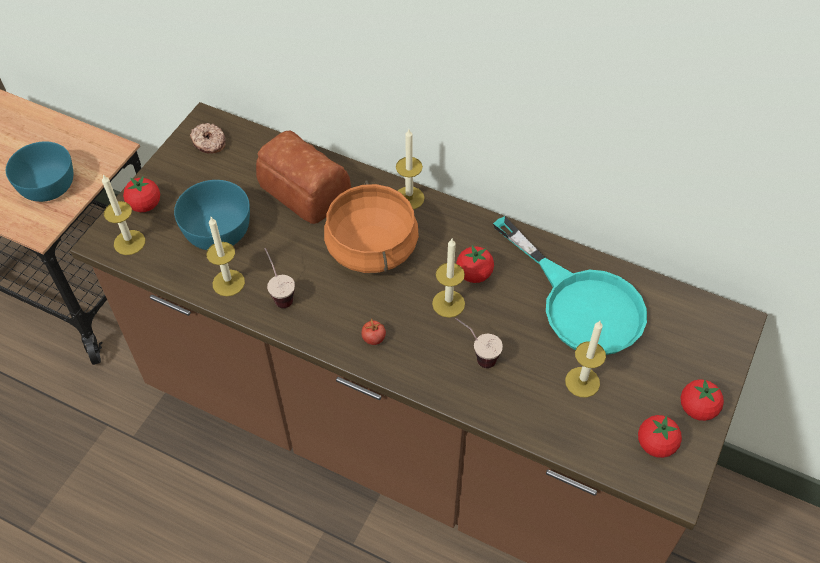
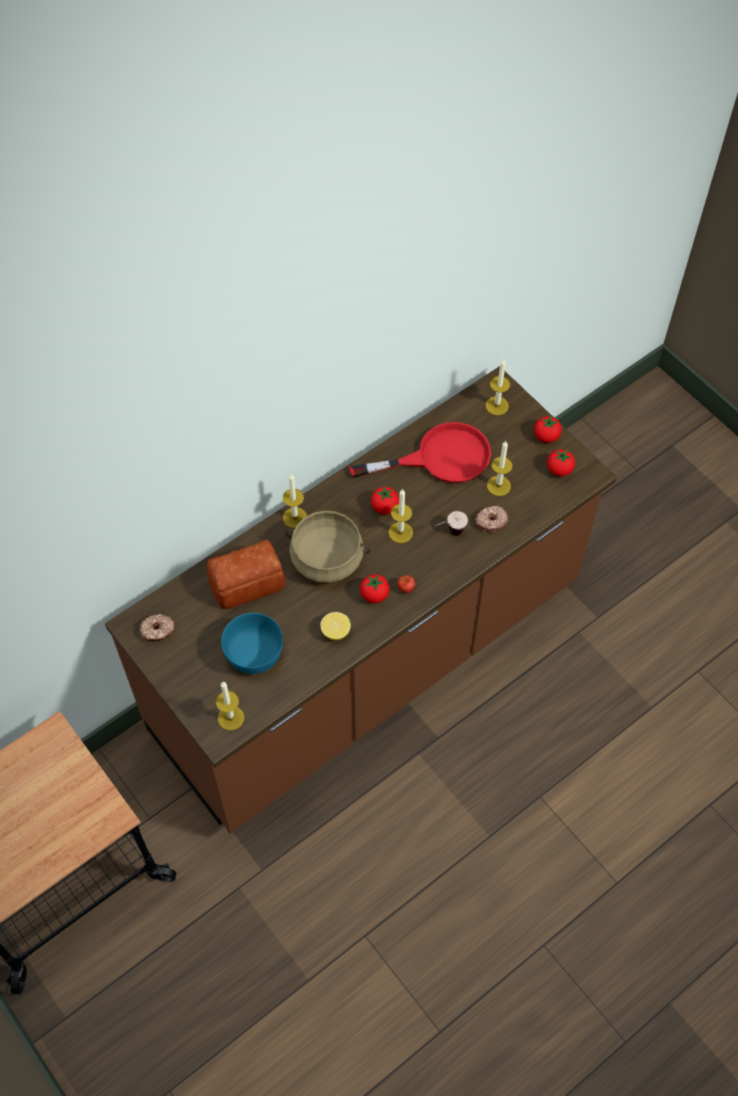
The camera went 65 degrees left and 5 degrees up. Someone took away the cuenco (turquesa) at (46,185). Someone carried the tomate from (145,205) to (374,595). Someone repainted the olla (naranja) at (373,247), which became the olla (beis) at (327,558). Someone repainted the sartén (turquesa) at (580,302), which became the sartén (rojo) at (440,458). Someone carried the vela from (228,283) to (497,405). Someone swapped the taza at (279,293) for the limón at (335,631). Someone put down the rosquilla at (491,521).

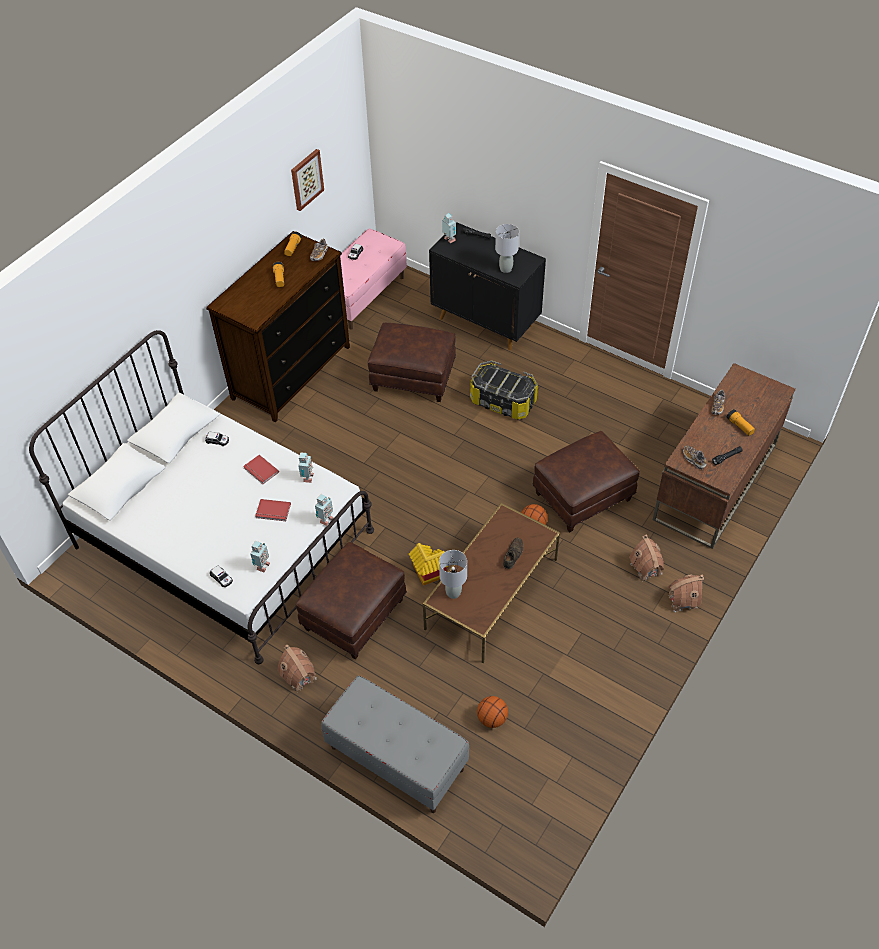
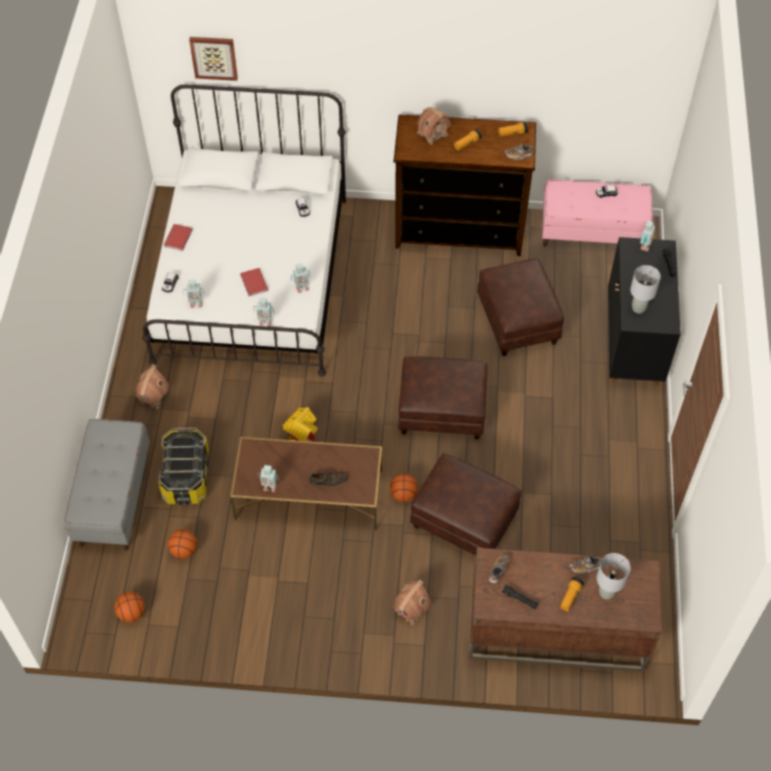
The camera went 60 degrees right and 5 degrees up. Someone carried the cuadro from (306,179) to (214,57). Someone carried the caja de almacenaje from (503,401) to (187,476). Someone carried the libro (rojo) from (260,471) to (177,238). Someone carried the puf (marrón) from (354,613) to (442,411). Someone carried the lámpara de mesa (gris) from (453,593) to (606,593). Someone carried the casita from (682,600) to (432,134). Someone put down the robot de juguete at (269,487). Someone put down the balón de baloncesto at (132,613).

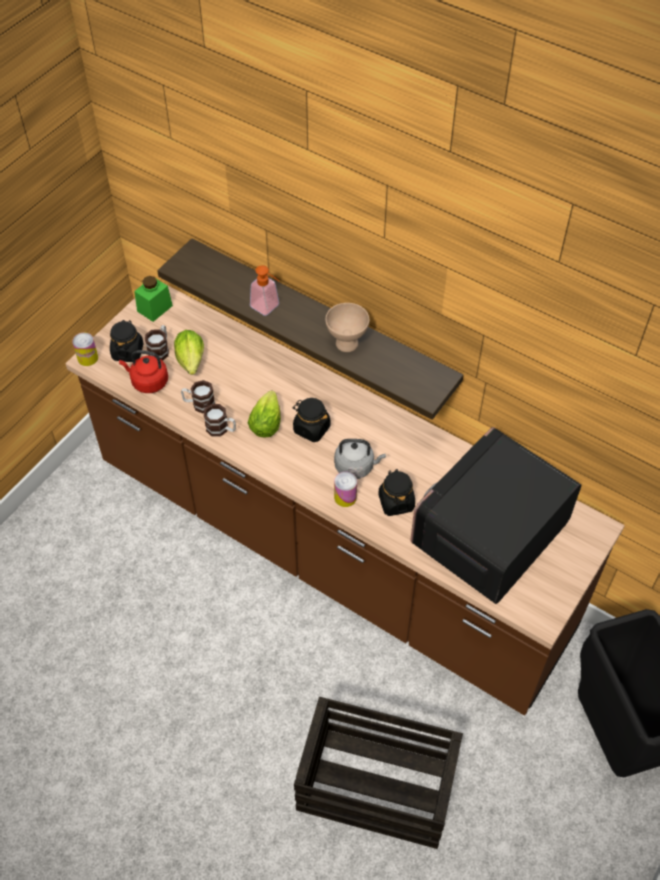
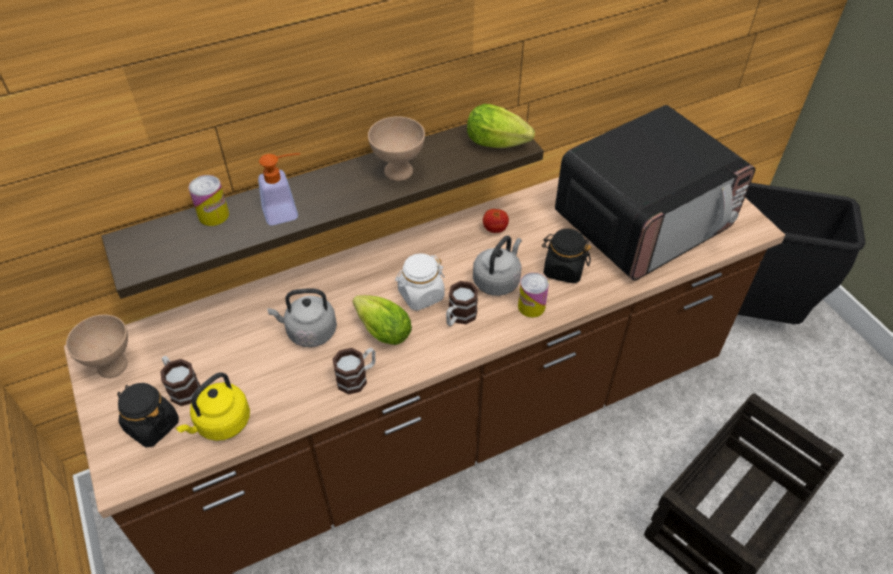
The camera went 60 degrees left and 5 degrees down. Someone swapped the tarro (verde) at (155,308) for the cuenco (beis) at (111,365). Someone carried the lechuga from (191,363) to (500,144). Someone carried the lata from (88,358) to (213,215). Someone repainted the hervidor (rojo) at (148,382), which became the hervidor (amarillo) at (221,423). Someone carried the taza grande from (199,404) to (459,317). Someone repainted the tarro (negro) at (311,429), which became the tarro (blanco) at (421,295). Someone rotated the microondas at (488,535) by 105 degrees counterclockwise. Someone put down the tomate at (495,229). Someone put down the hervidor (gris) at (309,332).

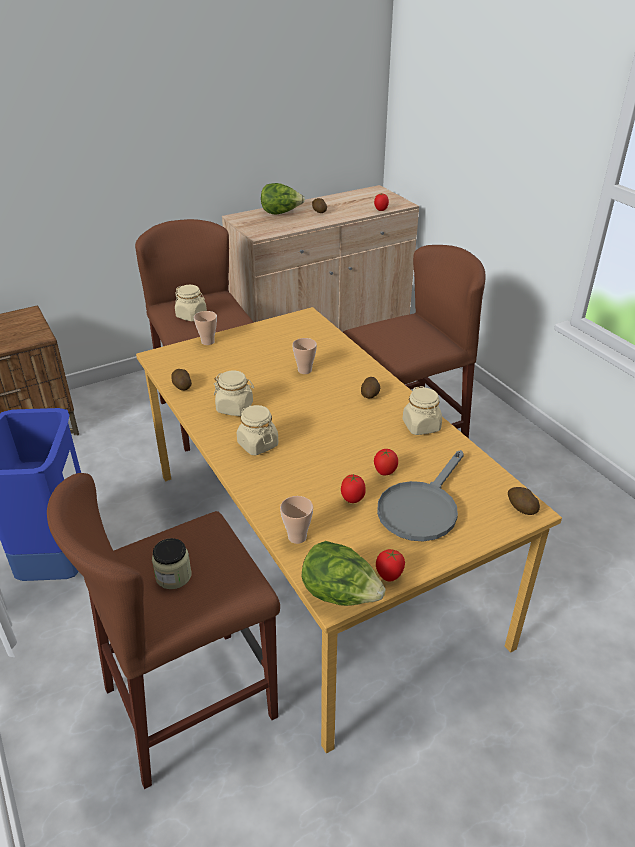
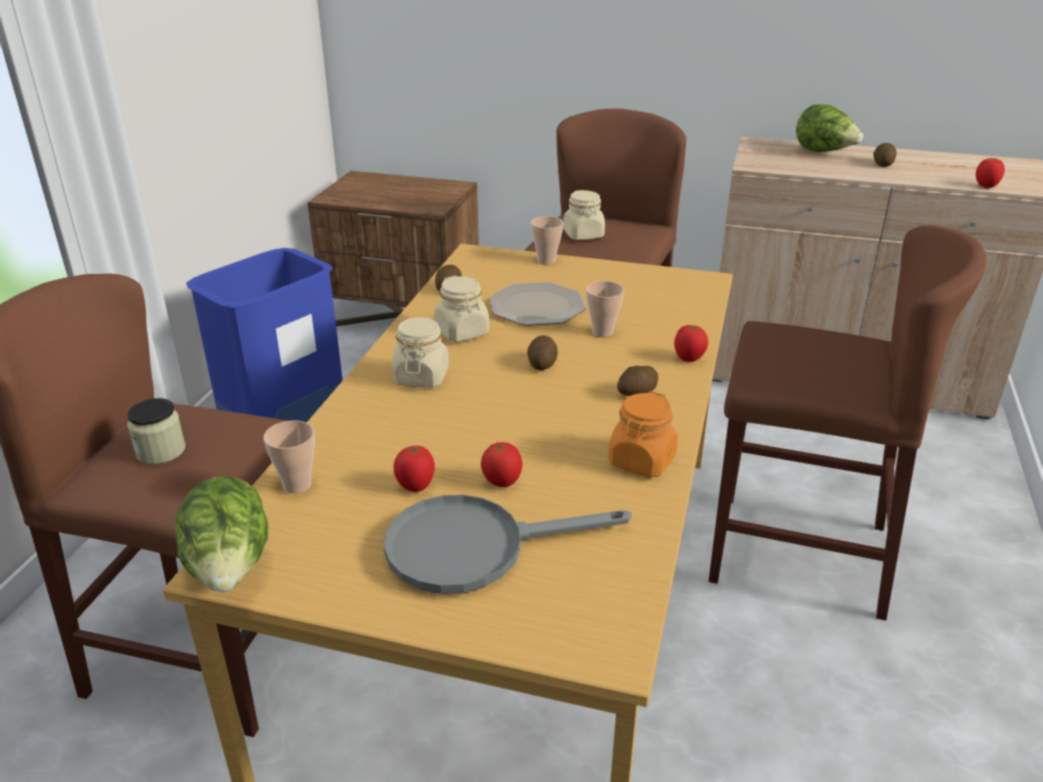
The camera went 45 degrees right and 5 degrees down. Someone repainted the tarro (beis) at (421,426), which became the tarro (naranja) at (642,461). Someone carried the patata from (521,508) to (542,363). Someone carried the tomate from (389,576) to (688,359). Someone put down the plato at (538,306).

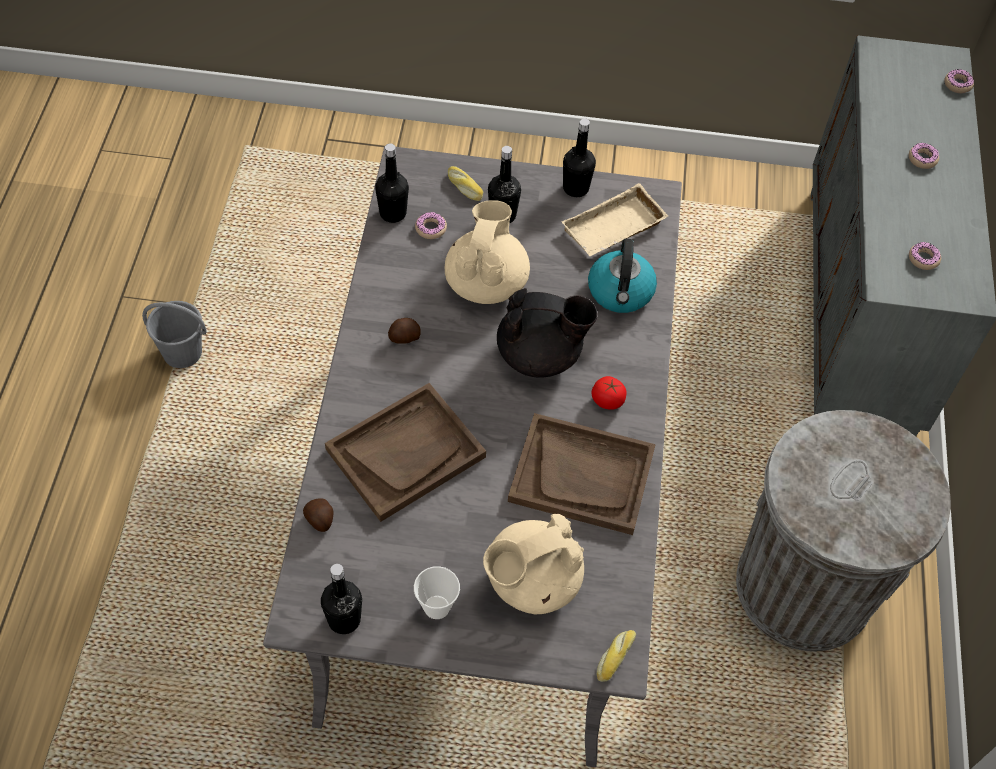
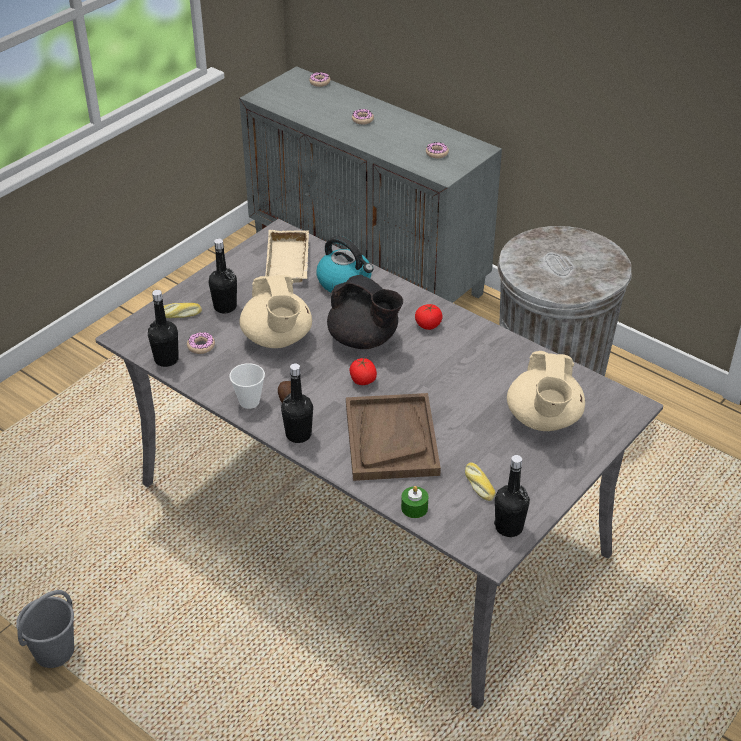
The camera went 55 degrees left and 15 degrees down. Someone carried the botella (negro) from (576,188) to (298,434). Someone rotated the tetera (beis) at (486,282) by 150 degrees counterclockwise. Someone rotated the tetera (negro) at (540,355) by 90 degrees clockwise. Someone took away the bandeja (marrón) at (582,475). Someone swapped the patata at (320,521) for the vela (verde) at (414,508). Someone carried the taza from (436,607) to (249,401). Someone carried the pan from (614,656) to (478,485). Someone put down the tomate at (362,380).

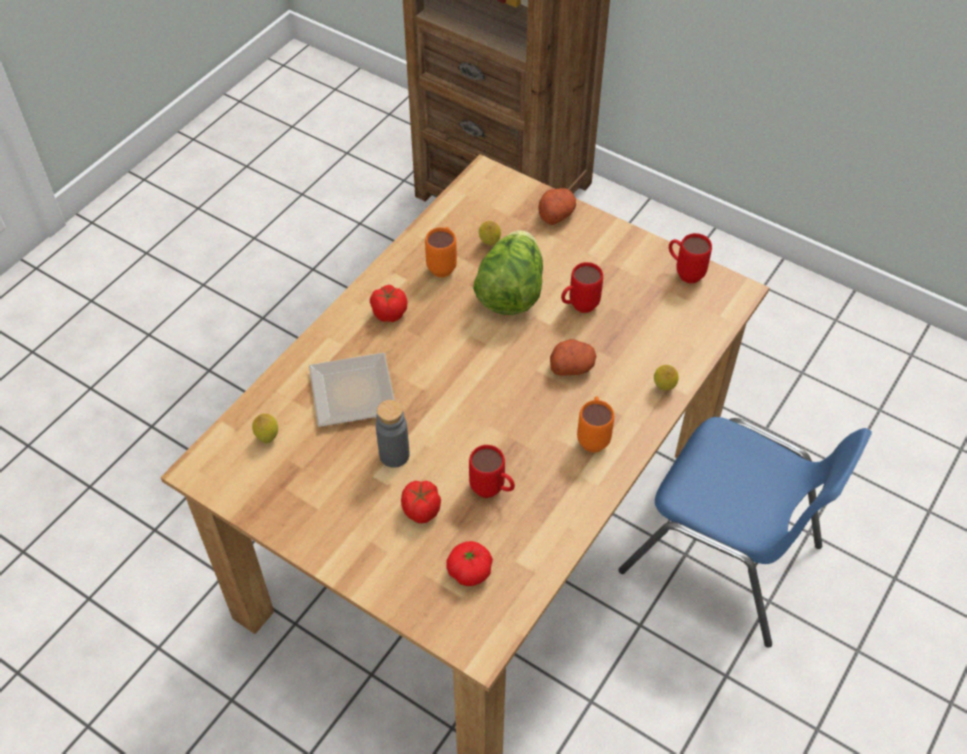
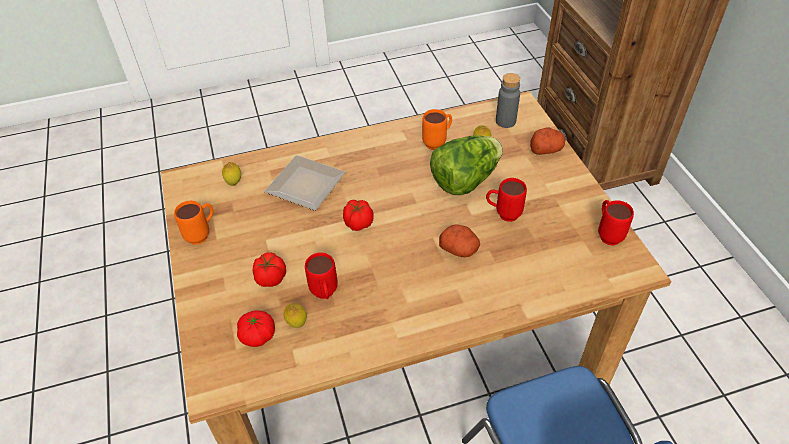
The camera went 40 degrees right and 5 degrees down. Someone carried the tomate from (388,313) to (358,223). Someone carried the limón from (664,388) to (297,324). Someone carried the taza grande (naranja) from (593,437) to (202,234). Someone carried the botella (gris) from (394,455) to (505,121).

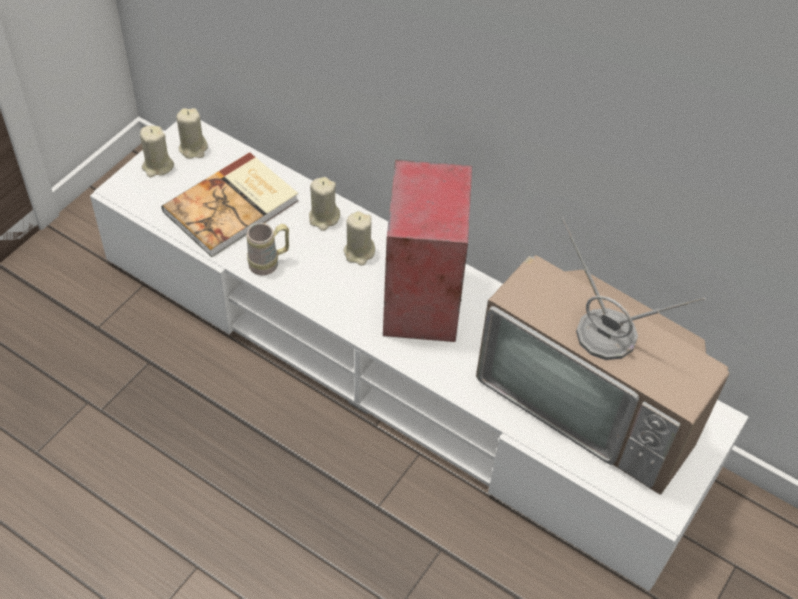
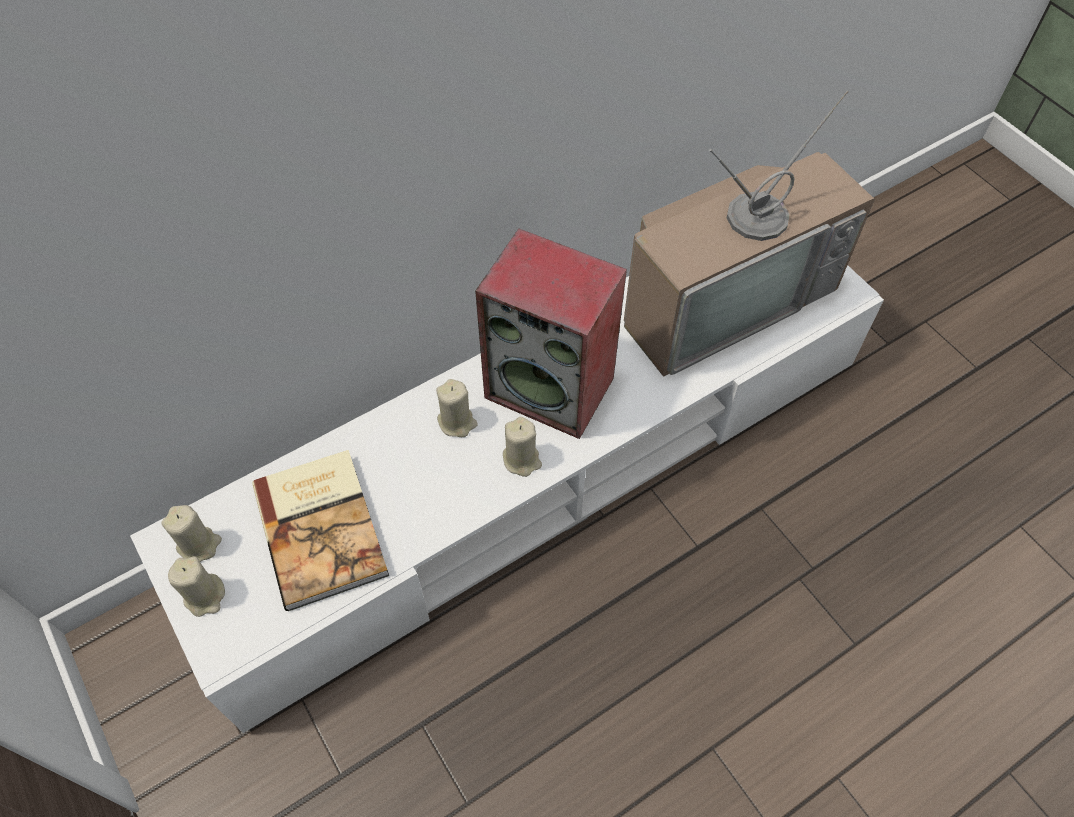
The camera went 65 degrees left and 5 degrees up. Someone carried the vela (beis) from (324,218) to (522,460). Someone took away the taza grande (beis) at (269,263).

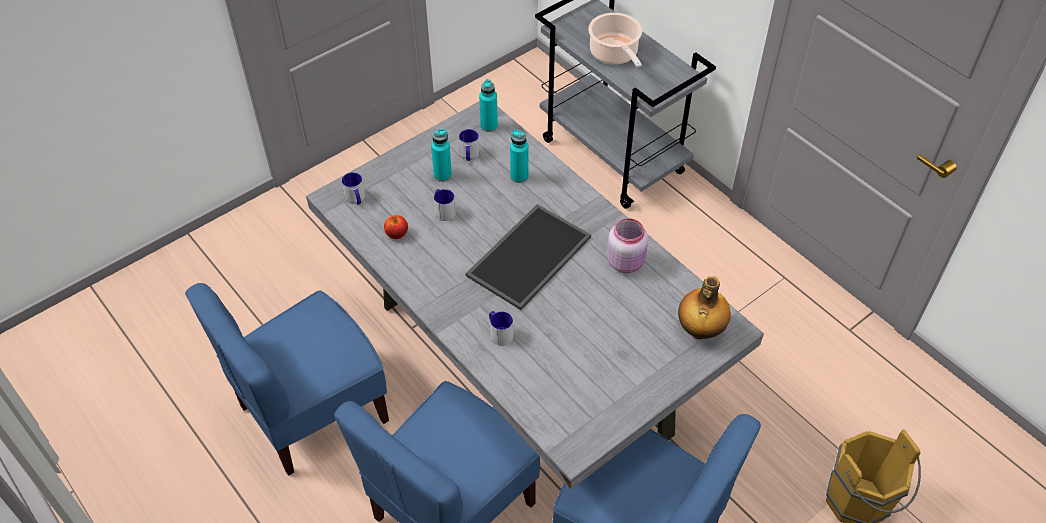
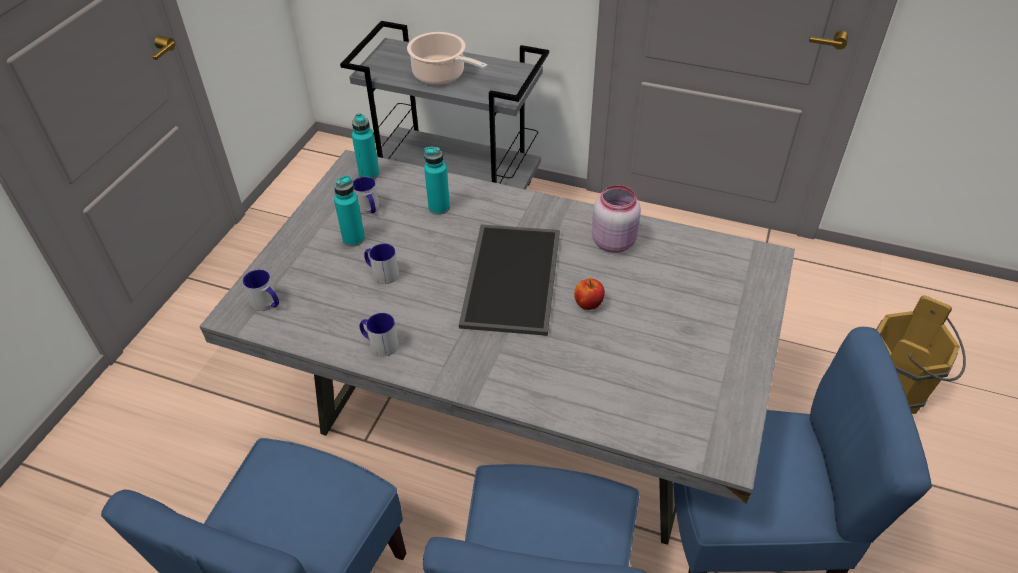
The camera went 30 degrees left and 5 degrees down. Someone carried the manzana from (396,234) to (588,304). Someone took away the botella at (699,330). Someone carried the taza grande from (499,333) to (379,343).

